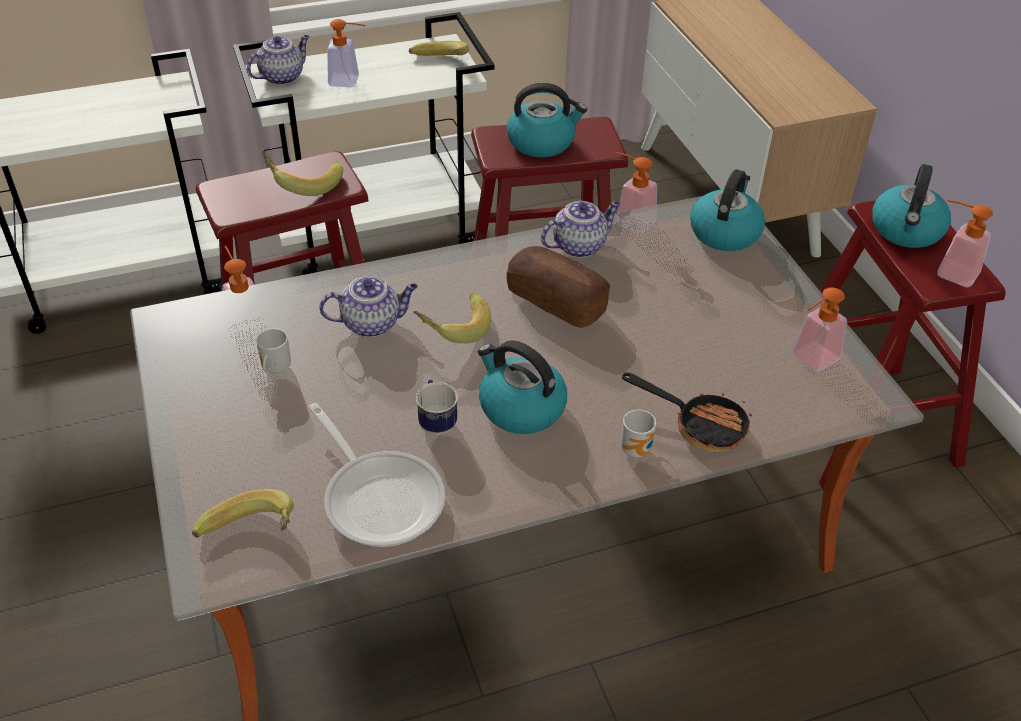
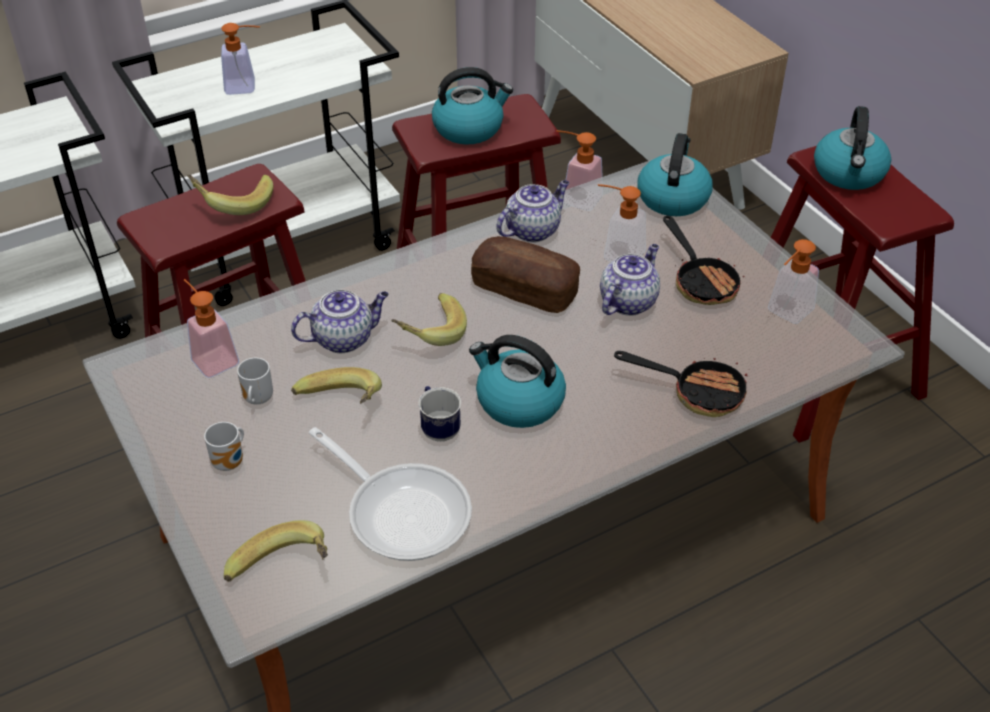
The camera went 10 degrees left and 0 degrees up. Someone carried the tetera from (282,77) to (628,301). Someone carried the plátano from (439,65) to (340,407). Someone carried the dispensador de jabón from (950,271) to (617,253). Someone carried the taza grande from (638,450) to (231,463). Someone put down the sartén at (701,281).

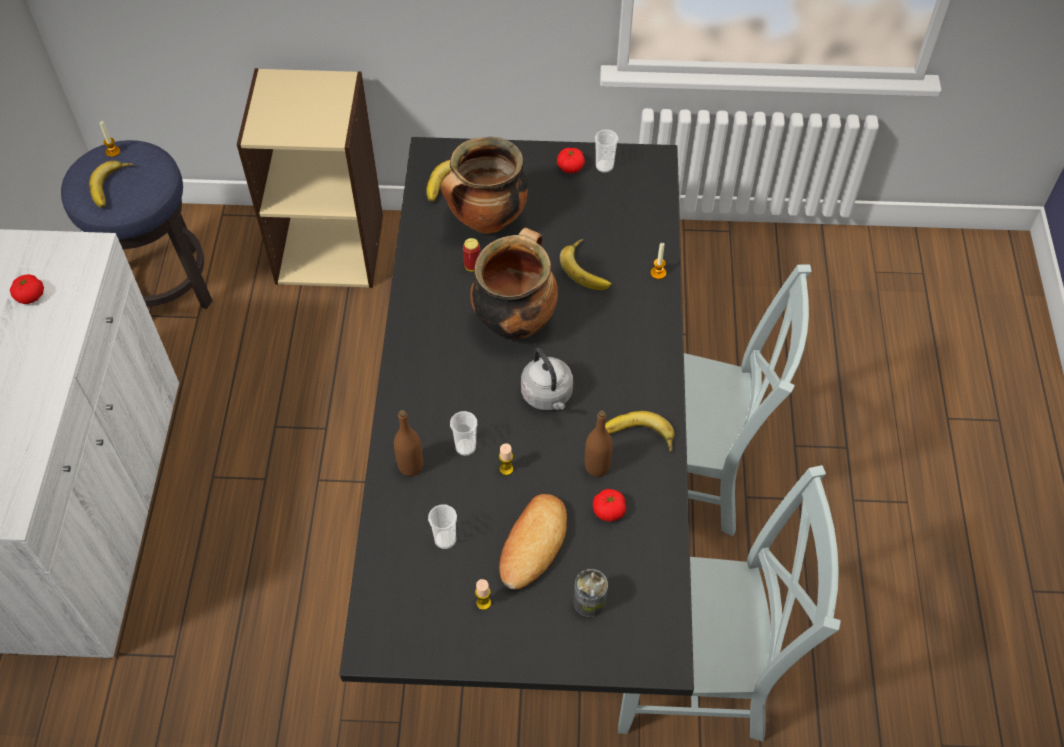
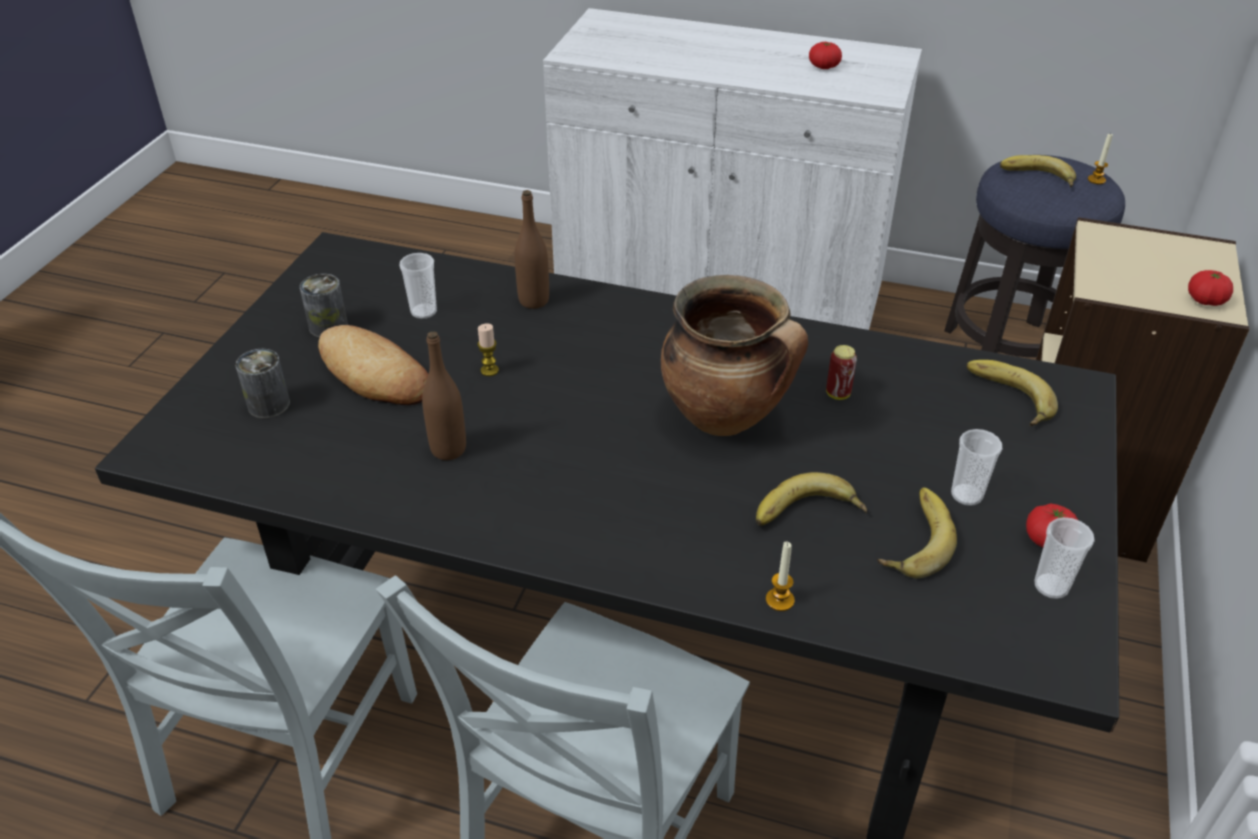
The camera went 105 degrees right and 15 degrees down. Someone took away the olla at (486,221). Someone took away the hervidor (gris) at (548,396). Someone carried the taza from (465,447) to (966,495). Someone carried the plátano from (637,438) to (912,538). Someone carried the tomate from (608,511) to (1205,300). Someone swapped the vela at (483,603) for the lata at (328,326).

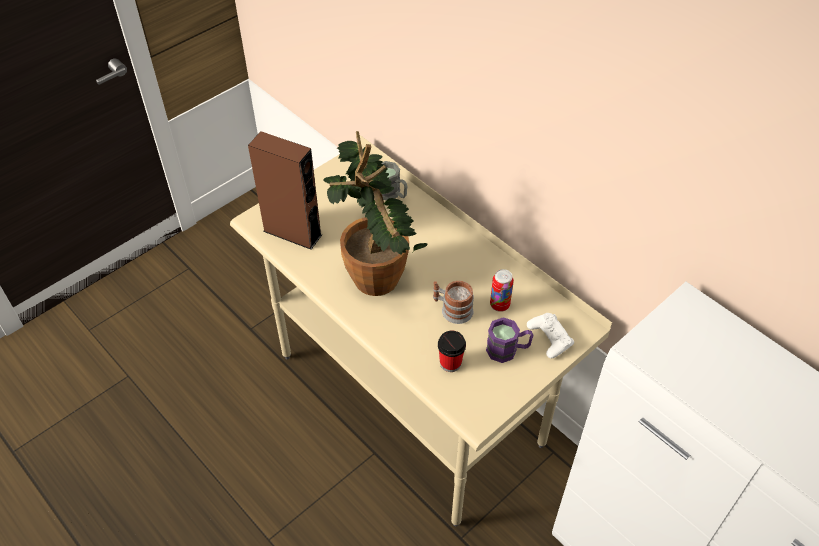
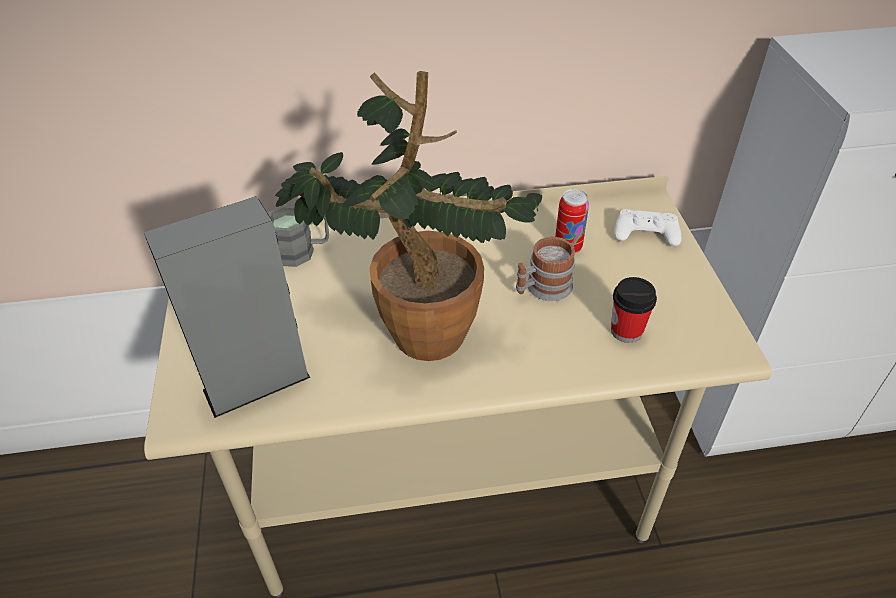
The camera went 55 degrees left and 5 degrees down. Someone repainted the altavoz (marrón) at (292,233), which became the altavoz (gris) at (257,383). Someone took away the taza grande (morado) at (508,350).

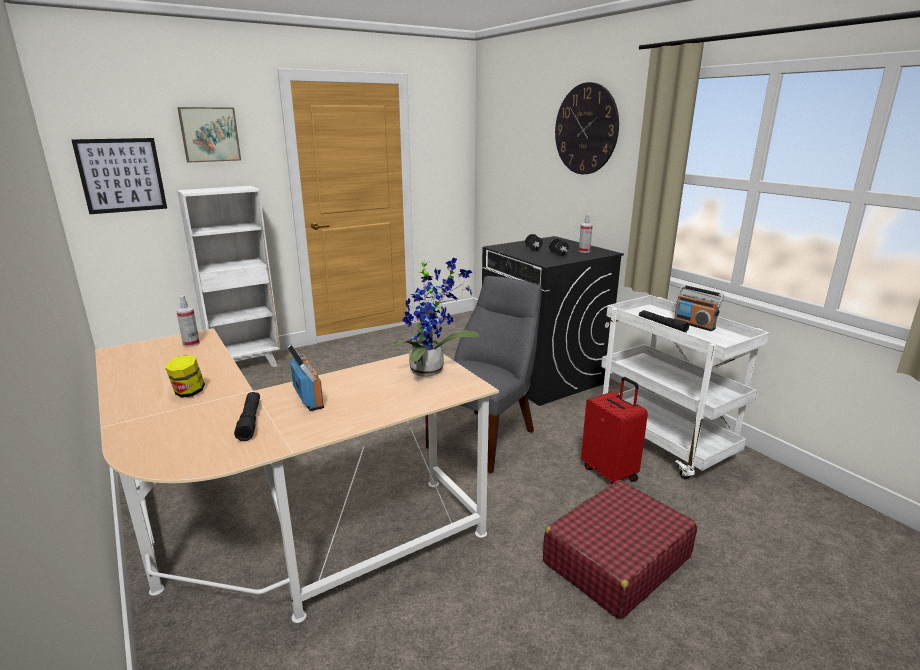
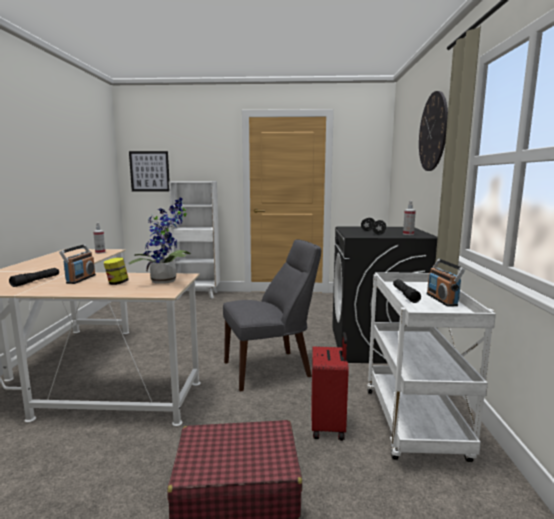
The camera went 35 degrees right and 10 degrees down. Someone took away the cuadro at (209,134). Someone carried the tarro from (188,393) to (117,283).

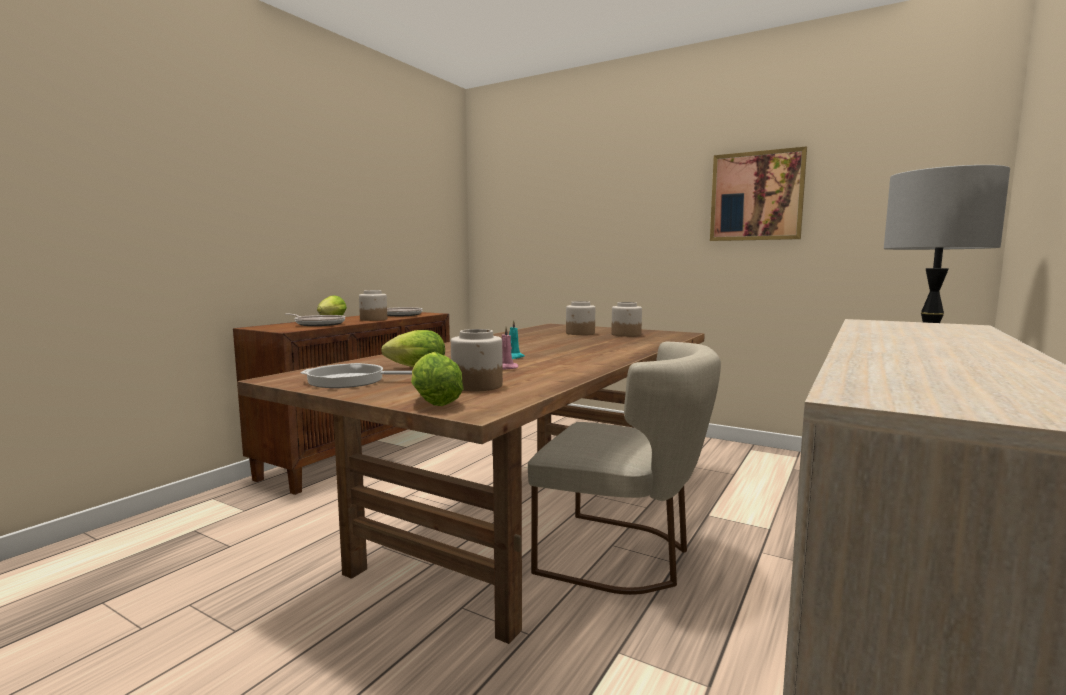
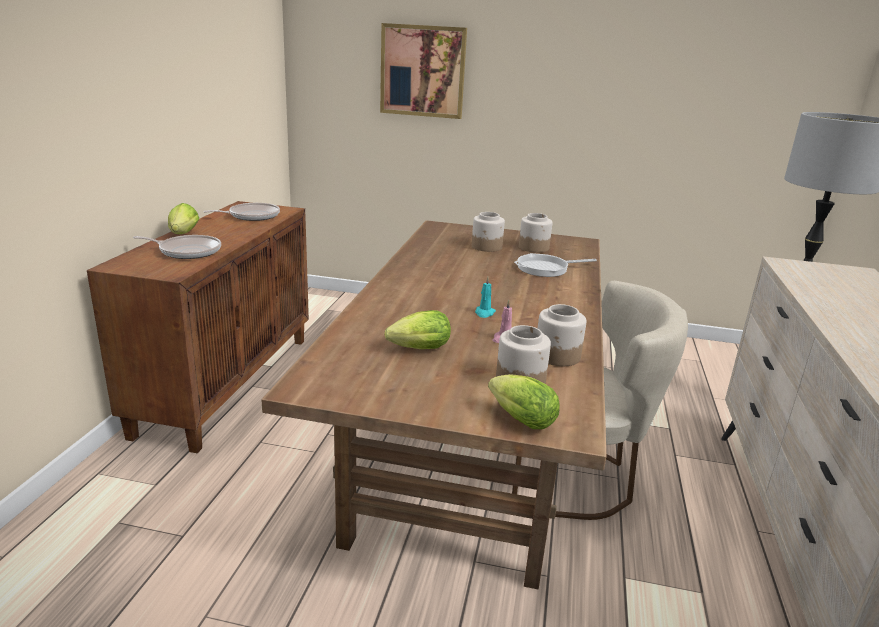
The camera went 20 degrees left and 15 degrees up. Someone carried the cuadro from (756,196) to (423,71). Someone carried the tarro from (373,319) to (557,356). Someone carried the sartén from (352,381) to (546,268).

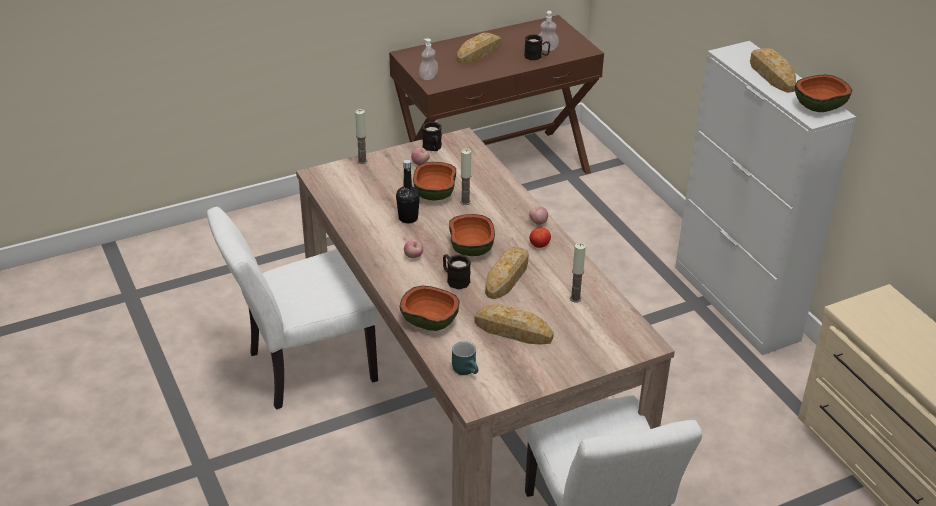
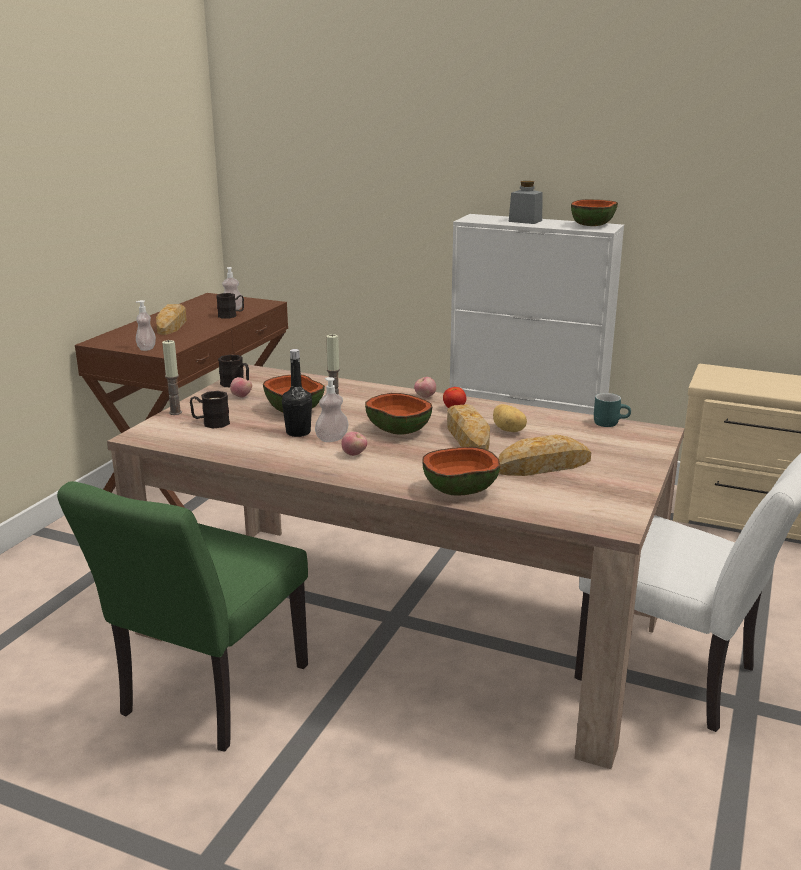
The camera went 40 degrees left and 15 degrees down. Someone swapped the pan at (771,75) for the tarro (gris) at (525,221). Someone repainted the silla (blanco) at (302,369), which became the silla (verde) at (206,697). Someone took away the vela at (575,298). Someone carried the taza grande (negro) from (455,279) to (210,423). Someone carried the taza grande (turquesa) from (467,370) to (610,423). Someone put down the dispensador de jabón at (332,439). Someone put down the patata at (509,430).

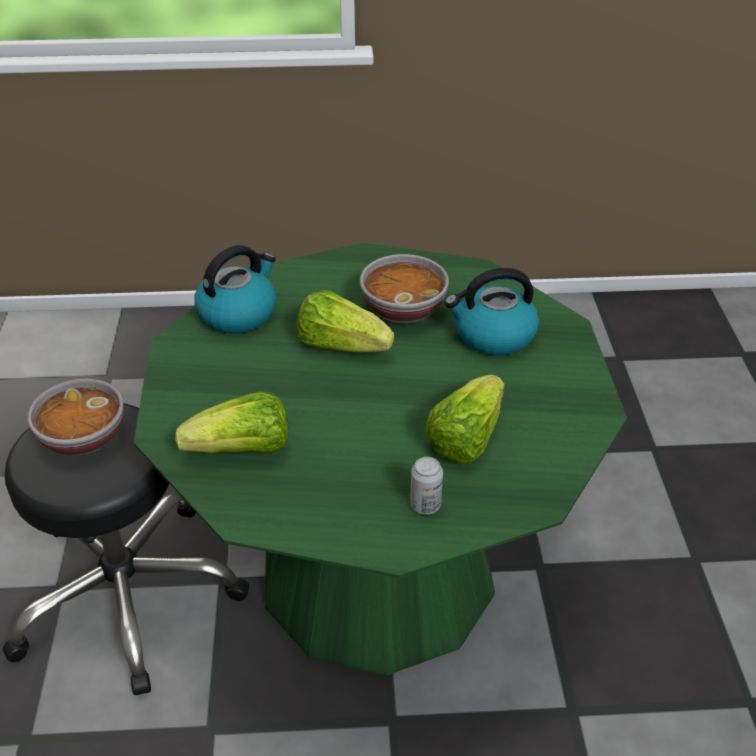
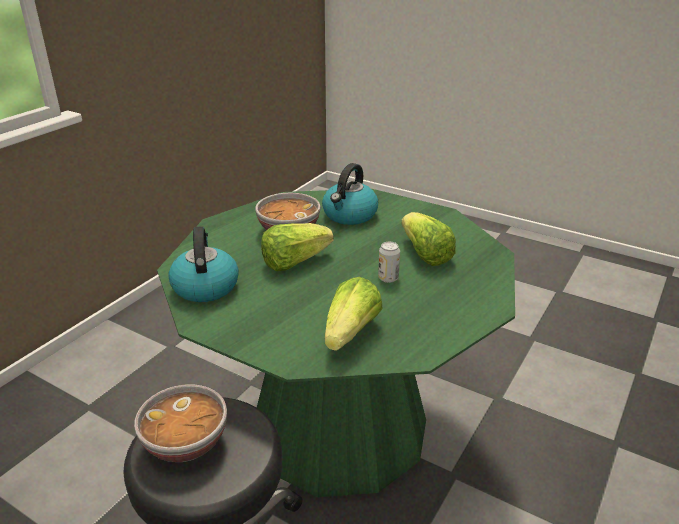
The camera went 55 degrees left and 10 degrees down. Someone carried the lata from (425,505) to (388,278).

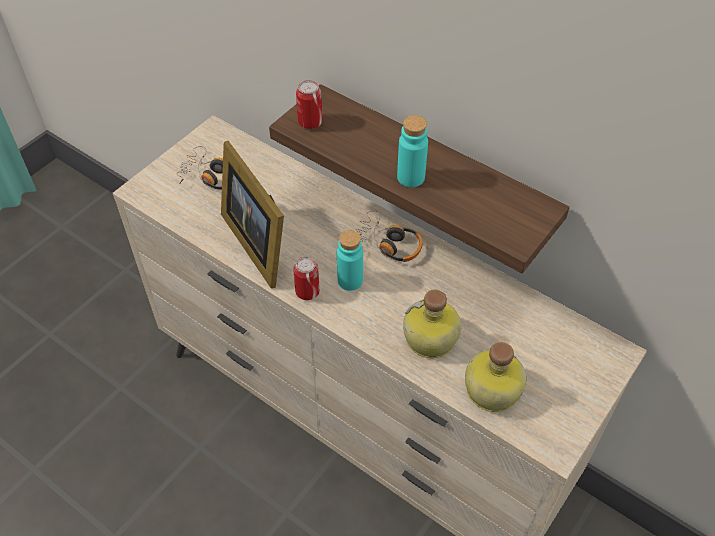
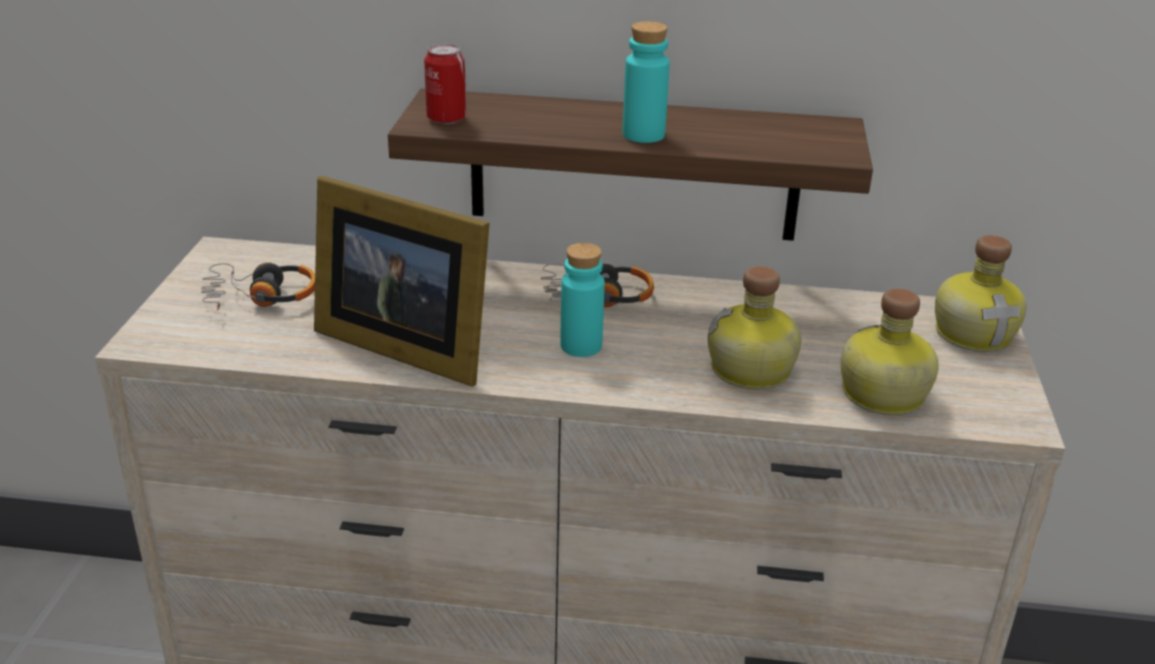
The camera went 30 degrees left and 20 degrees down. Someone took away the lata at (307,292). Someone put down the botella at (974,333).

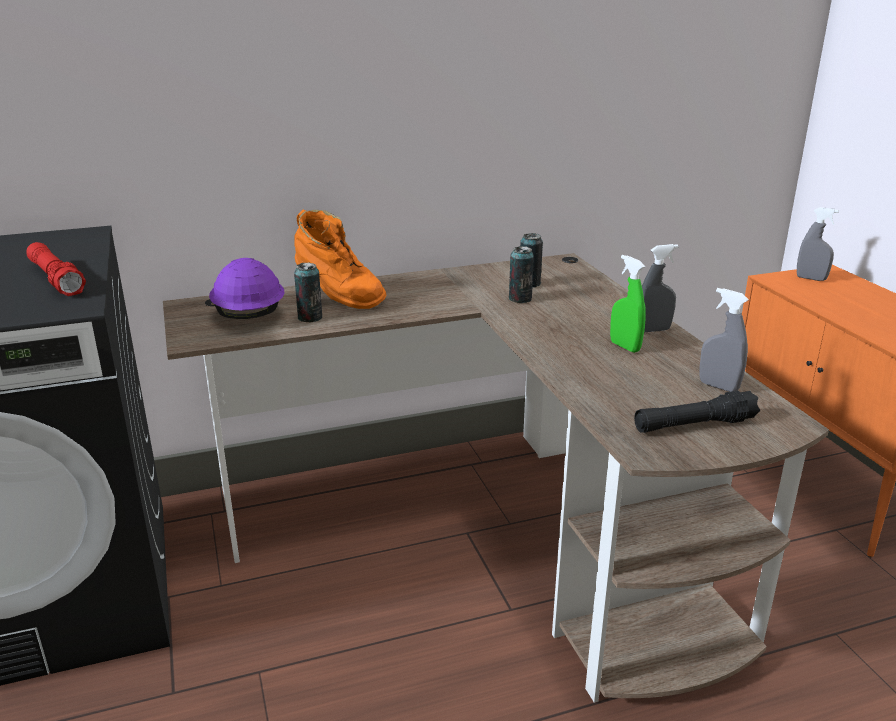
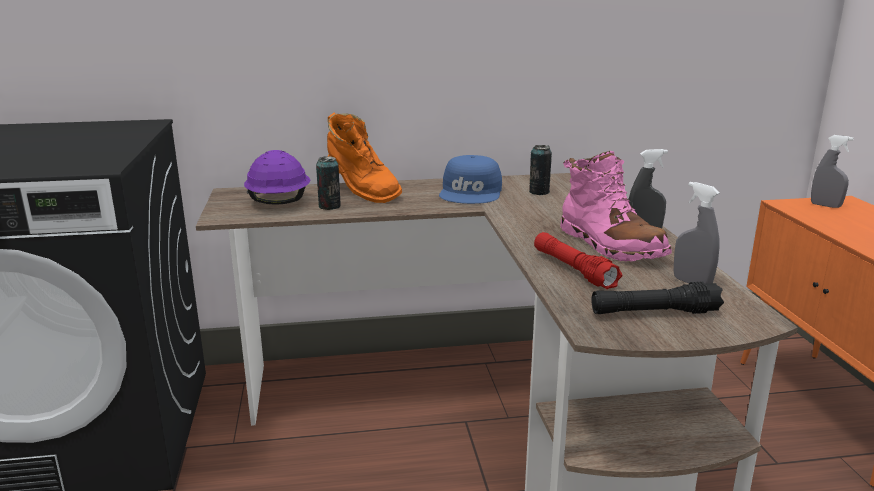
The camera went 10 degrees right and 5 degrees down. Someone carried the linterna (rojo) from (56,279) to (573,270). Someone took away the lata at (520,299). Someone swapped the pulverizador (verde) at (624,346) for the bota (rosa) at (609,245). Someone put down the gorra (azul) at (472,192).

